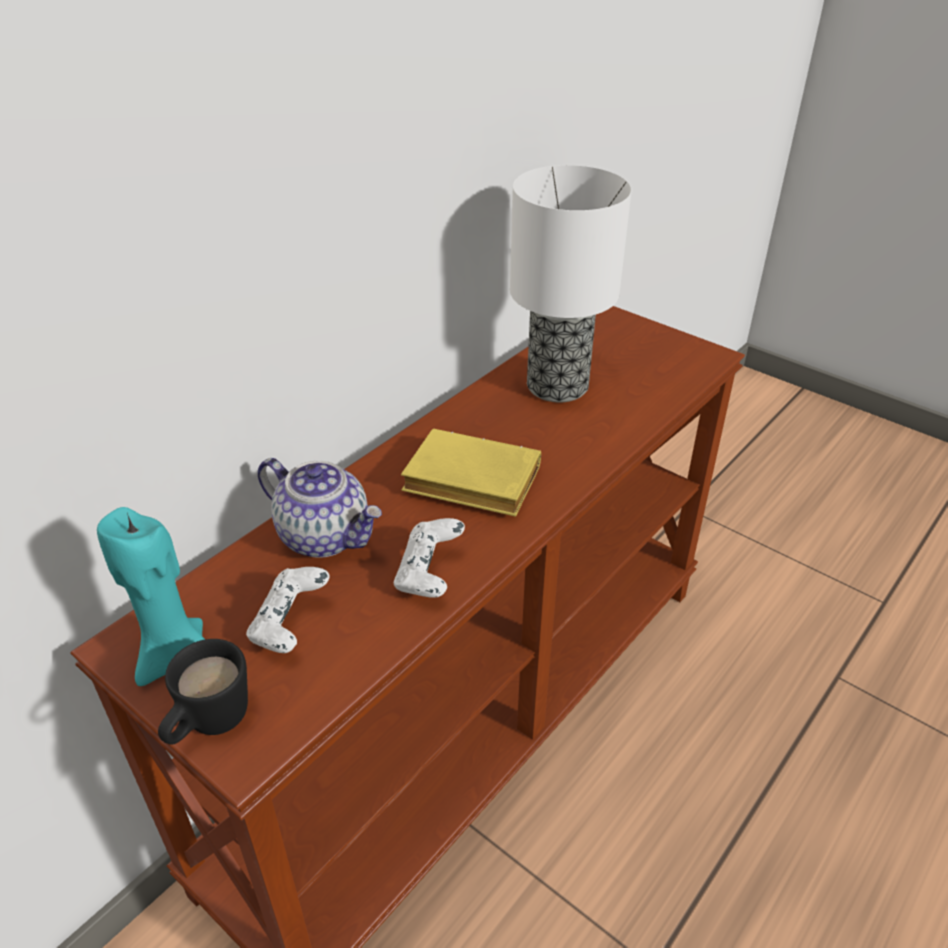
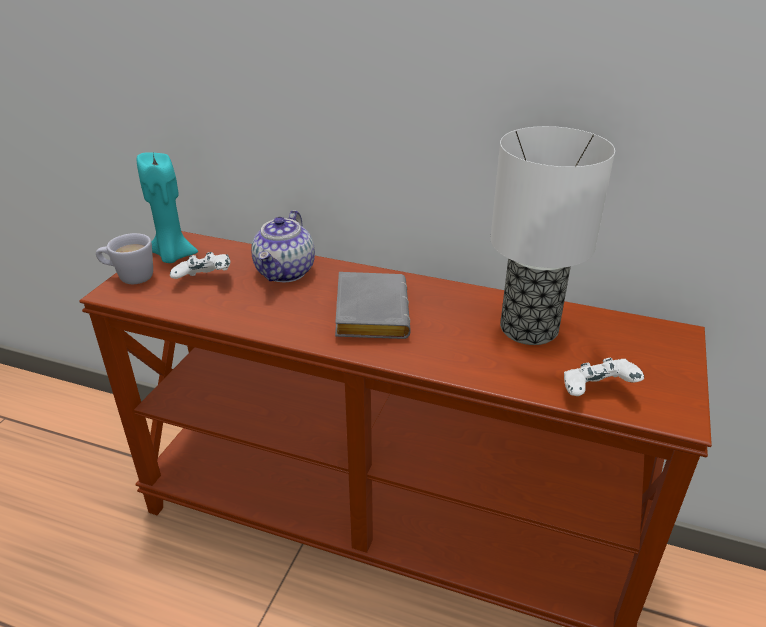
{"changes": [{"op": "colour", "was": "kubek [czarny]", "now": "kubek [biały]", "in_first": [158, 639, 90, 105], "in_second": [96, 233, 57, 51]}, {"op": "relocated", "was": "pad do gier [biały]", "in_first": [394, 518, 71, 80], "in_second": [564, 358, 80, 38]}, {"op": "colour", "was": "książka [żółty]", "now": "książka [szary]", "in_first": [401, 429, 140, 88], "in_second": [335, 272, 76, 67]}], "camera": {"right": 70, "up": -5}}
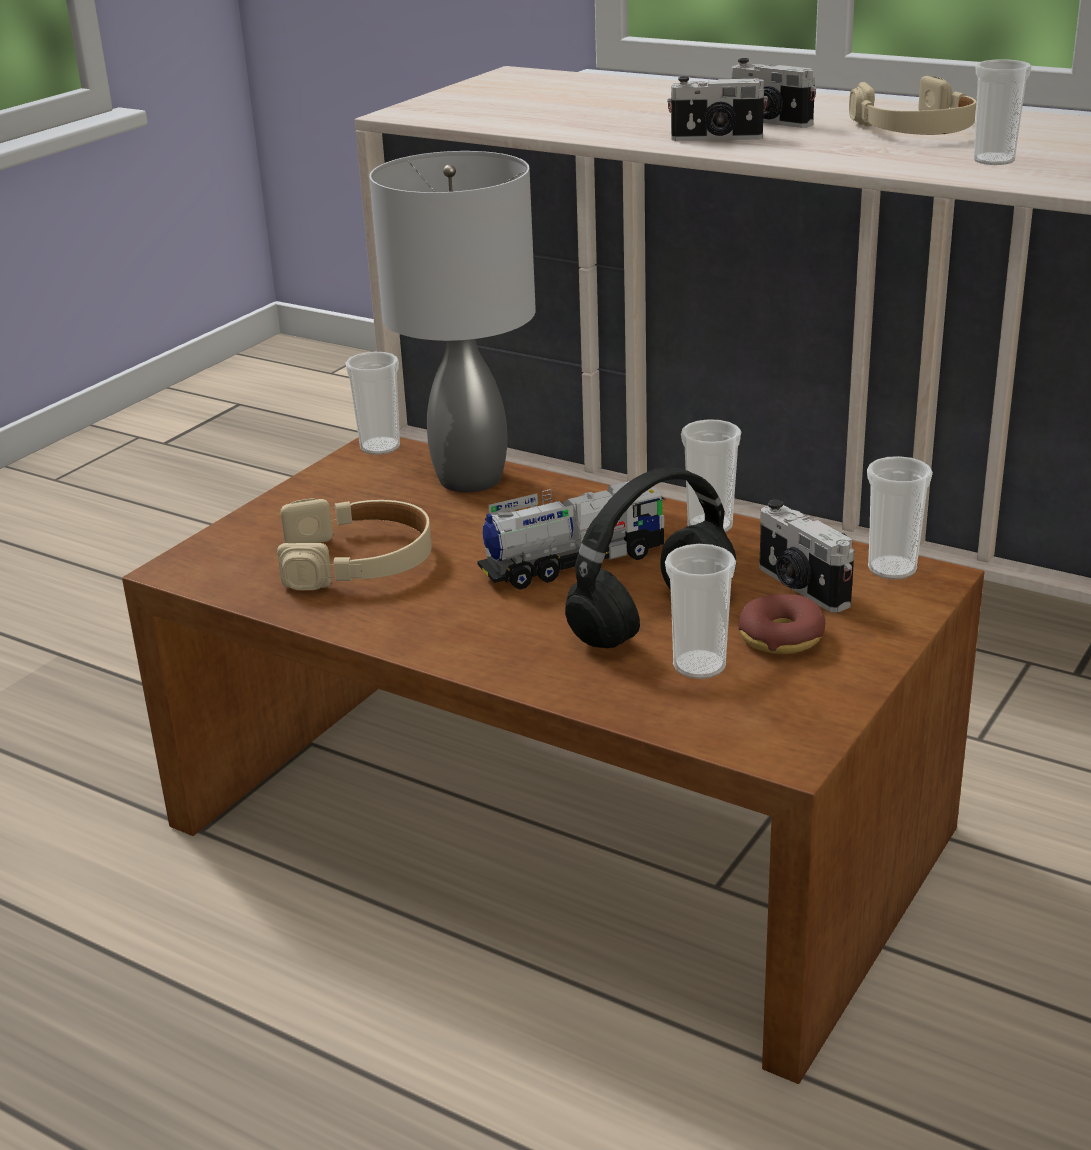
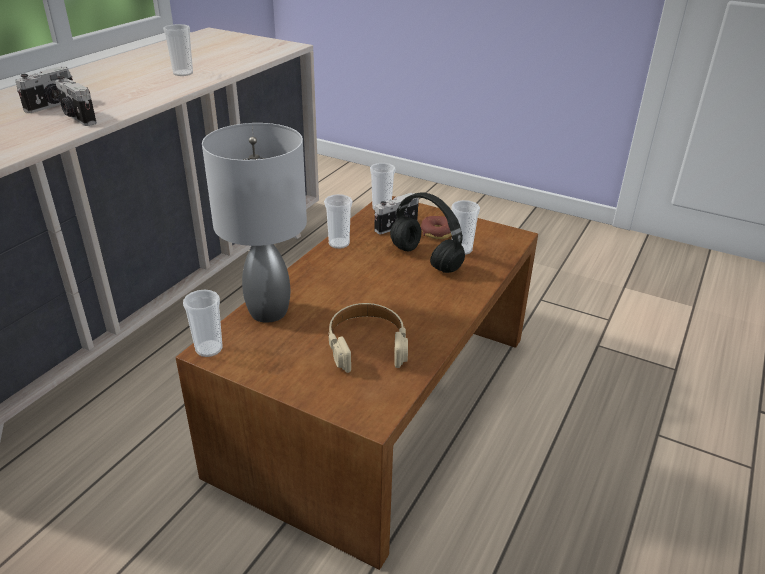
{"changes": [{"op": "missing", "was": "ciężarówka zabawkowa", "in_first": [477, 481, 188, 109]}, {"op": "spun", "was": "aparat fotograficzny", "in_first": [667, 76, 101, 65], "in_second": [55, 75, 42, 51], "clockwise": 135}, {"op": "missing", "was": "słuchawki [beżowy]", "in_first": [849, 76, 127, 59]}], "camera": {"right": -95, "up": 5}}
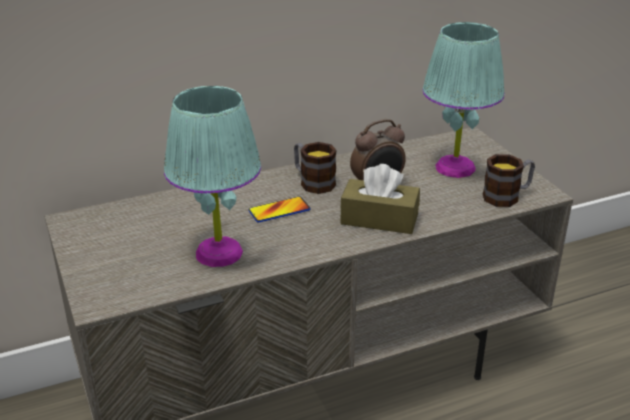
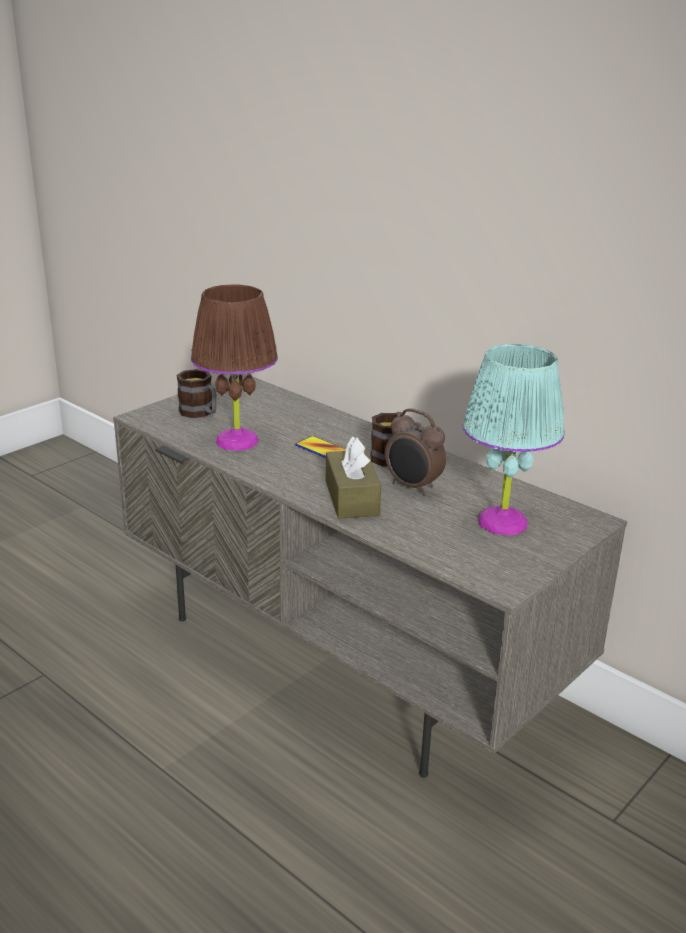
{"changes": [{"op": "colour", "was": "lampa stołowa [turkusowy]", "now": "lampa stołowa [brązowy]", "in_first": [164, 86, 97, 181], "in_second": [191, 285, 87, 166]}, {"op": "relocated", "was": "kubek", "in_first": [483, 154, 52, 53], "in_second": [177, 369, 40, 49]}], "camera": {"right": 65, "up": -5}}
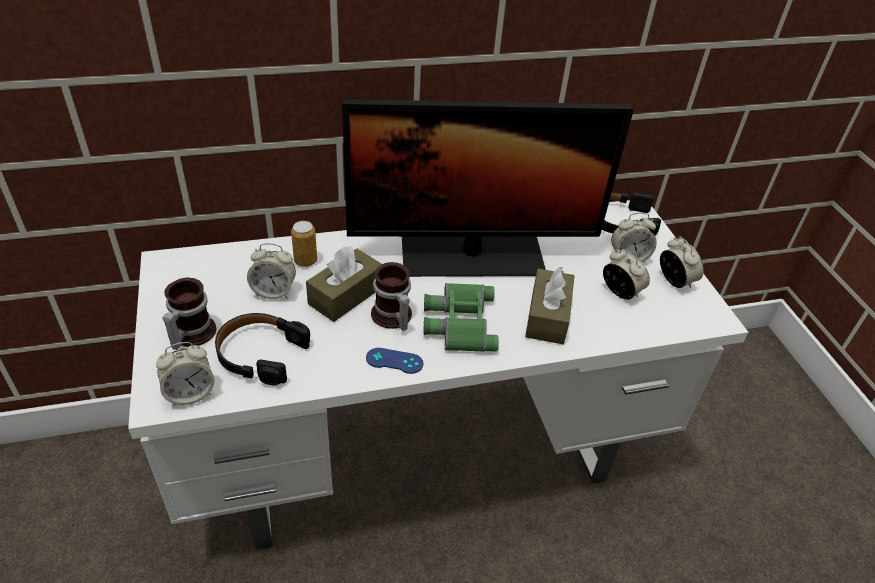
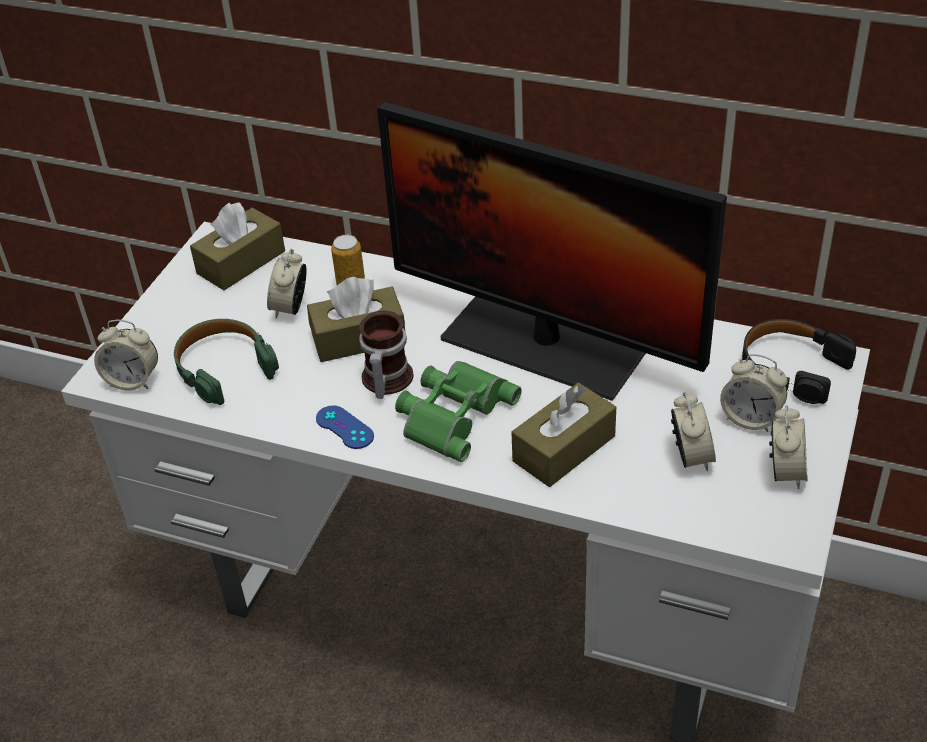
{"changes": [{"op": "missing", "was": "kubek", "in_first": [162, 278, 54, 72]}, {"op": "colour", "was": "słuchawki [czarny]", "now": "słuchawki [zielony]", "in_first": [215, 313, 95, 73], "in_second": [174, 319, 105, 86]}, {"op": "spun", "was": "budzik", "in_first": [247, 243, 49, 56], "in_second": [267, 249, 40, 70], "clockwise": 60}, {"op": "appeared", "now": "pudełko chusteczek [brązowy]", "in_second": [190, 202, 95, 89]}], "camera": {"right": 40, "up": 0}}
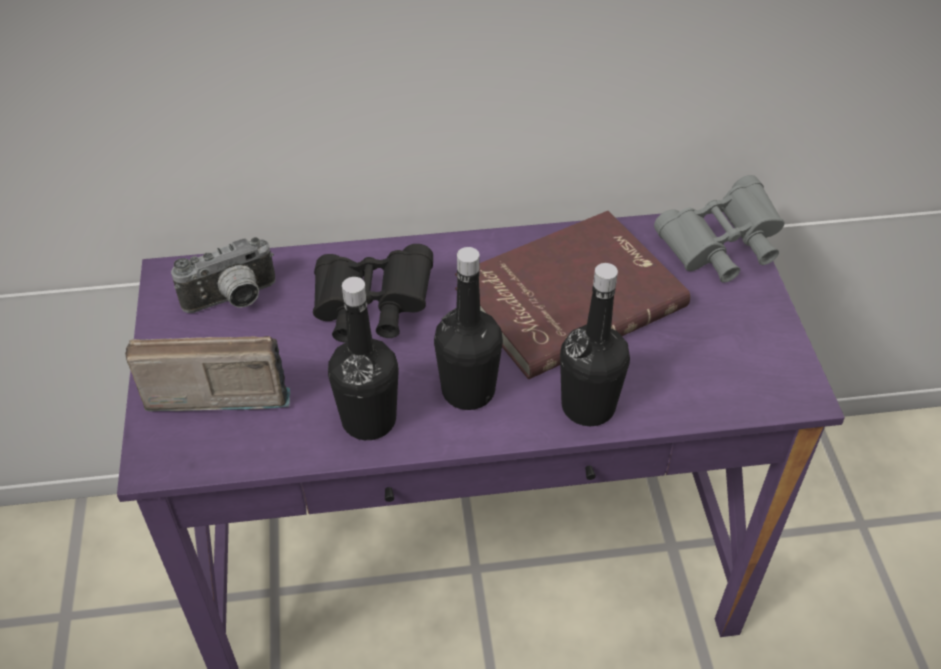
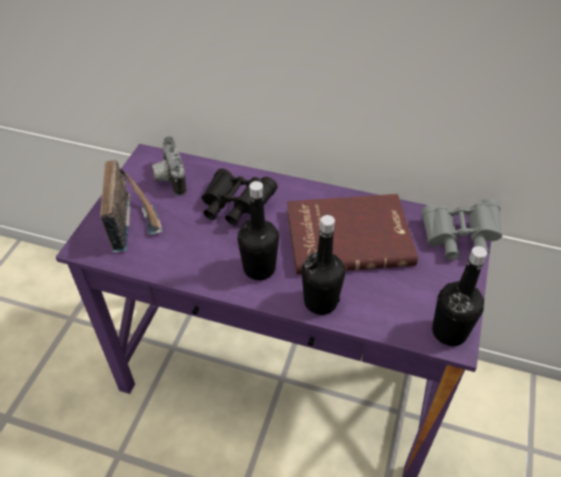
{"changes": [{"op": "spun", "was": "radio", "in_first": [125, 336, 166, 76], "in_second": [100, 159, 62, 93], "clockwise": 60}, {"op": "spun", "was": "aparat fotograficzny", "in_first": [171, 237, 104, 76], "in_second": [151, 137, 36, 59], "clockwise": 75}, {"op": "relocated", "was": "butelka [czarny]", "in_first": [328, 277, 71, 163], "in_second": [432, 246, 55, 100]}], "camera": {"right": 25, "up": 0}}
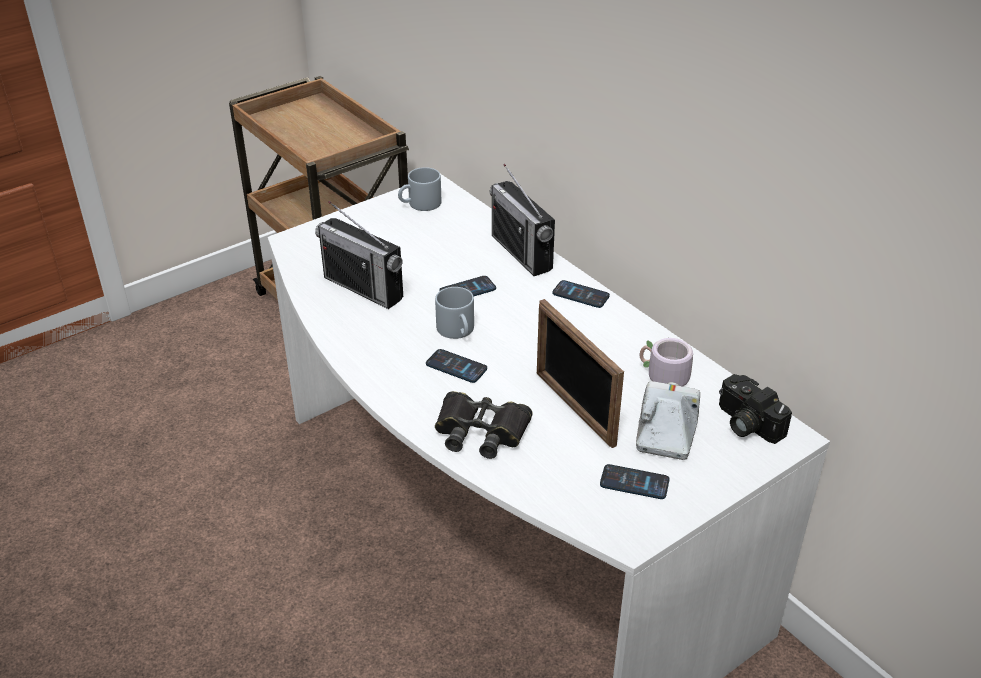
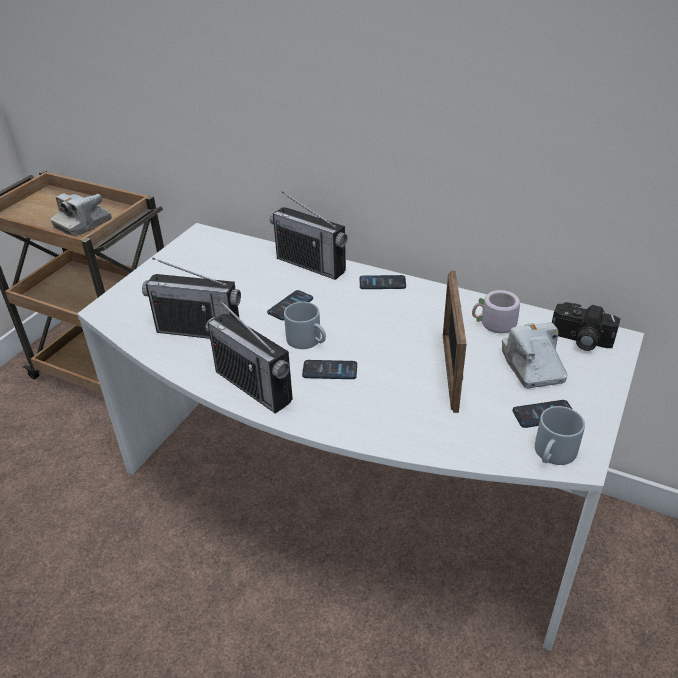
{"changes": [{"op": "relocated", "was": "kubek [szary]", "in_first": [398, 167, 43, 44], "in_second": [535, 406, 50, 59]}, {"op": "missing", "was": "lornetka [czarny]", "in_first": [435, 391, 98, 68]}, {"op": "spun", "was": "ramka na zdjęcie", "in_first": [537, 299, 87, 149], "in_second": [443, 271, 24, 142], "clockwise": 60}, {"op": "appeared", "now": "aparat fotograficzny", "in_second": [51, 193, 61, 44]}, {"op": "appeared", "now": "radio", "in_second": [206, 298, 87, 116]}], "camera": {"right": -25, "up": 0}}
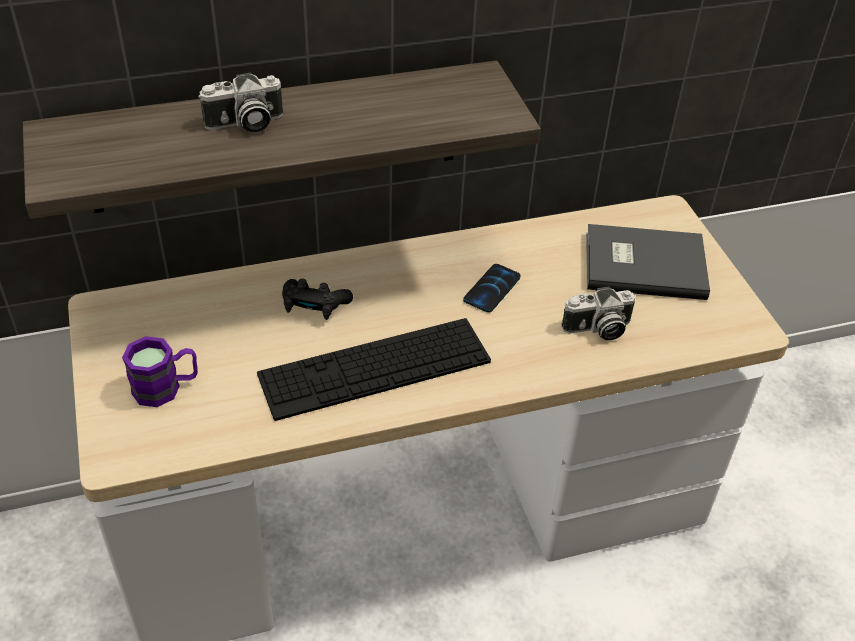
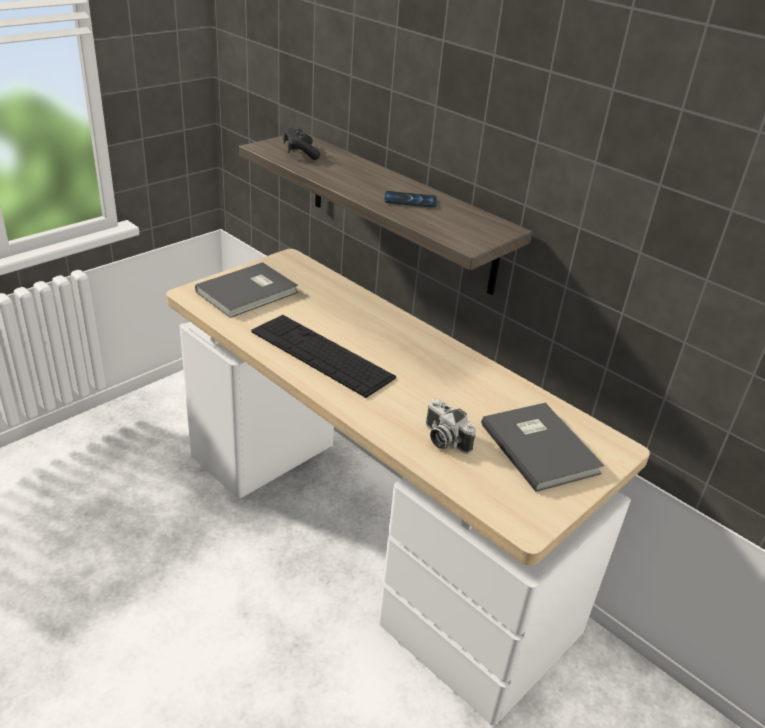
{"changes": [{"op": "exchanged", "was": "kubek [fioletowy]", "now": "książka [szary]", "in_first": [122, 336, 76, 71], "in_second": [195, 262, 103, 56]}, {"op": "missing", "was": "aparat fotograficzny", "in_first": [198, 72, 85, 60]}, {"op": "relocated", "was": "pad do gier [czarny]", "in_first": [282, 279, 71, 41], "in_second": [283, 127, 37, 33]}, {"op": "relocated", "was": "telefon", "in_first": [463, 264, 58, 49], "in_second": [384, 191, 53, 17]}], "camera": {"right": 60, "up": -10}}
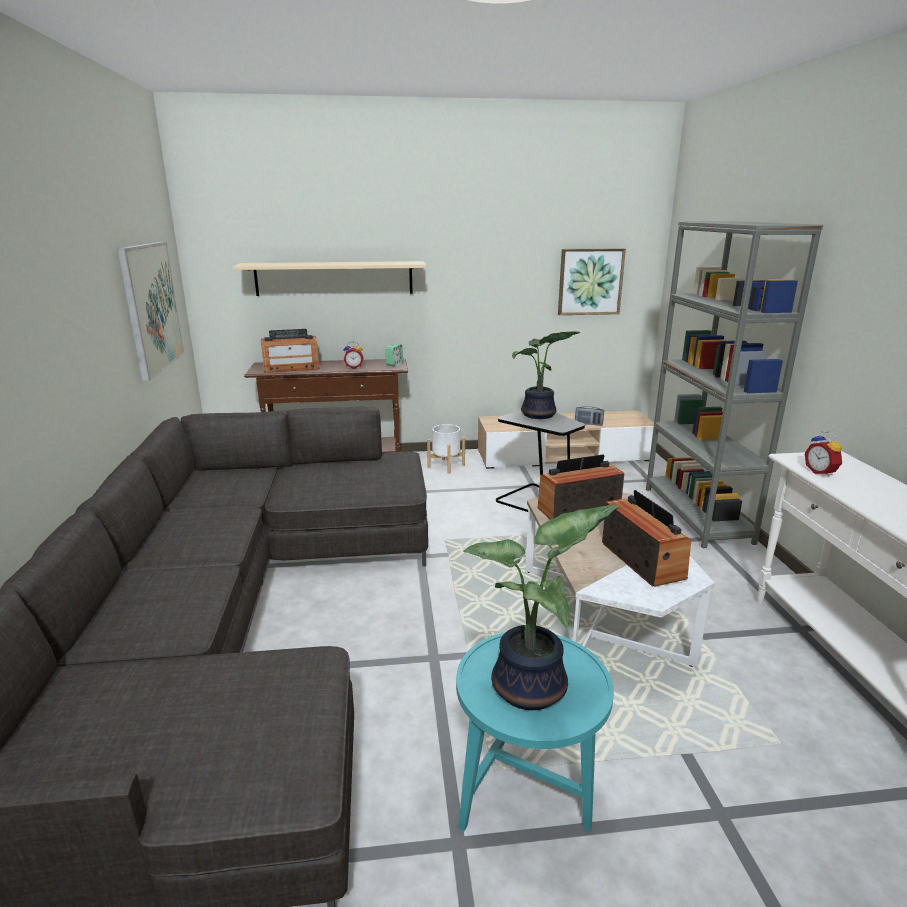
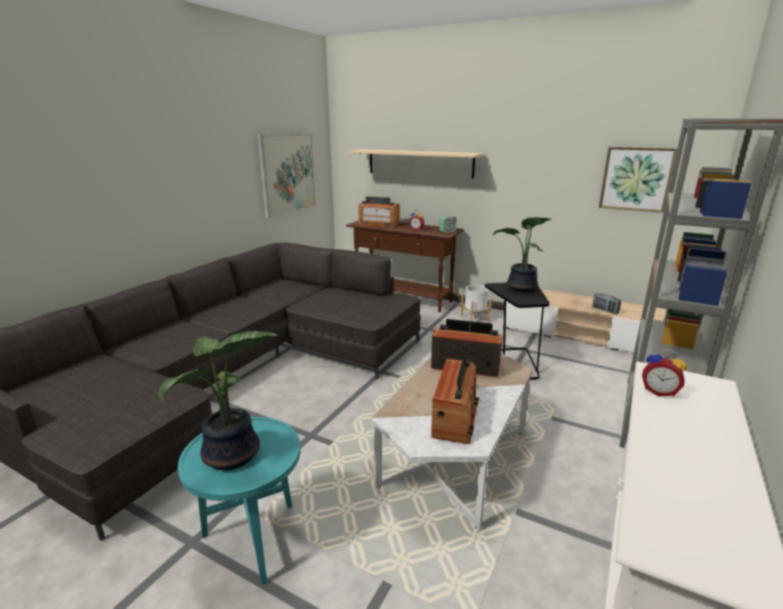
{"changes": [{"op": "spun", "was": "budzik", "in_first": [805, 431, 37, 46], "in_second": [642, 349, 45, 48], "clockwise": -75}], "camera": {"right": 35, "up": 0}}
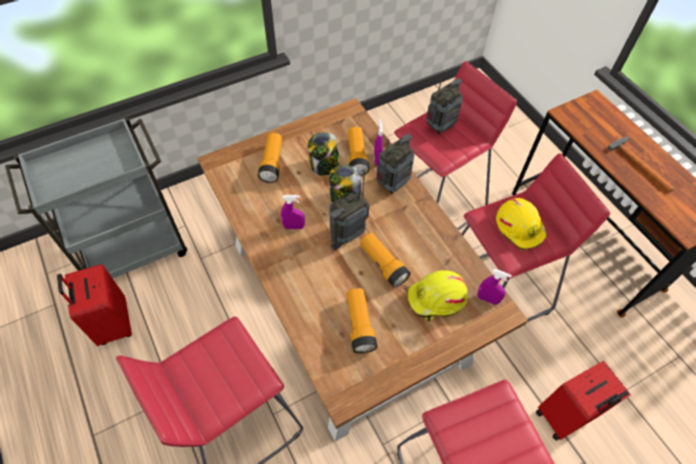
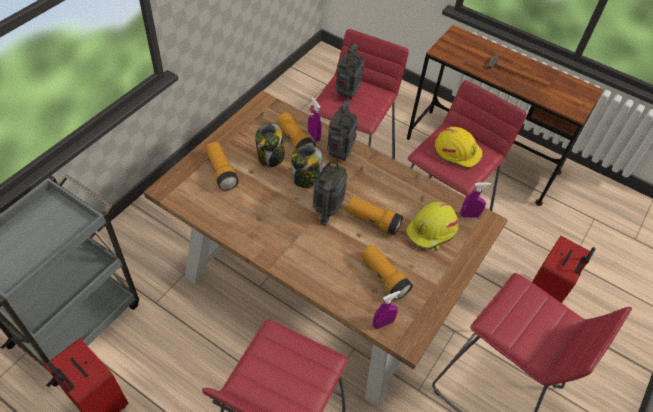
{"changes": [{"op": "relocated", "was": "spryskiwacz [fioletowy]", "in_first": [281, 195, 24, 34], "in_second": [373, 291, 28, 38]}], "camera": {"right": -30, "up": -5}}
